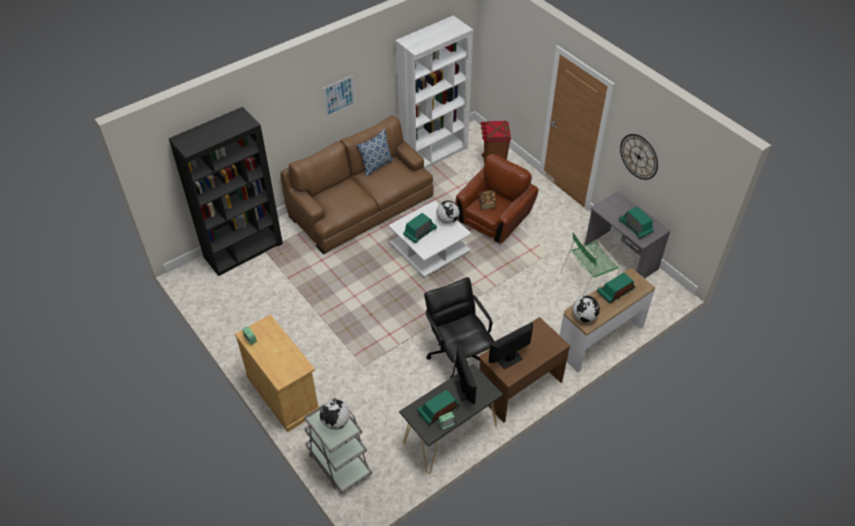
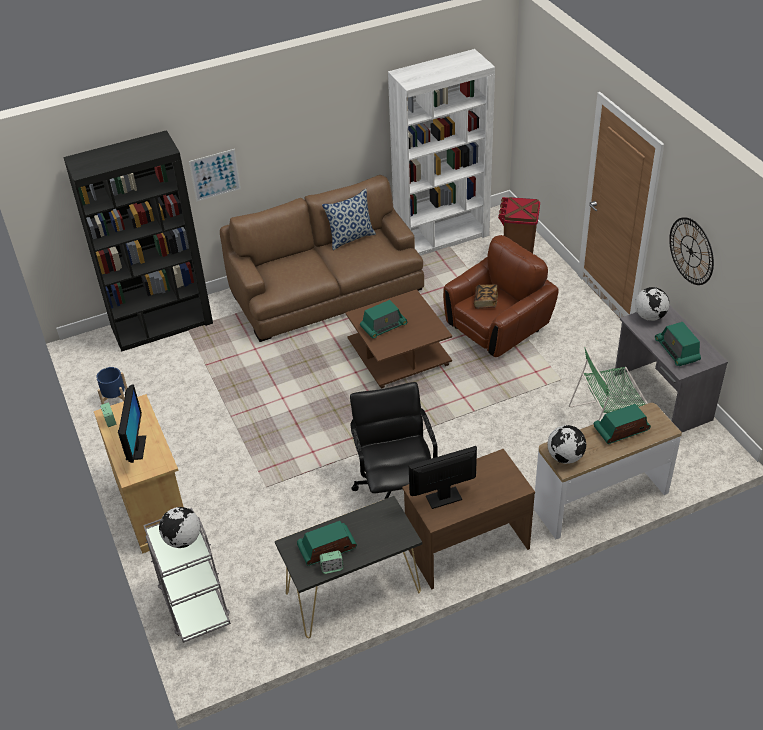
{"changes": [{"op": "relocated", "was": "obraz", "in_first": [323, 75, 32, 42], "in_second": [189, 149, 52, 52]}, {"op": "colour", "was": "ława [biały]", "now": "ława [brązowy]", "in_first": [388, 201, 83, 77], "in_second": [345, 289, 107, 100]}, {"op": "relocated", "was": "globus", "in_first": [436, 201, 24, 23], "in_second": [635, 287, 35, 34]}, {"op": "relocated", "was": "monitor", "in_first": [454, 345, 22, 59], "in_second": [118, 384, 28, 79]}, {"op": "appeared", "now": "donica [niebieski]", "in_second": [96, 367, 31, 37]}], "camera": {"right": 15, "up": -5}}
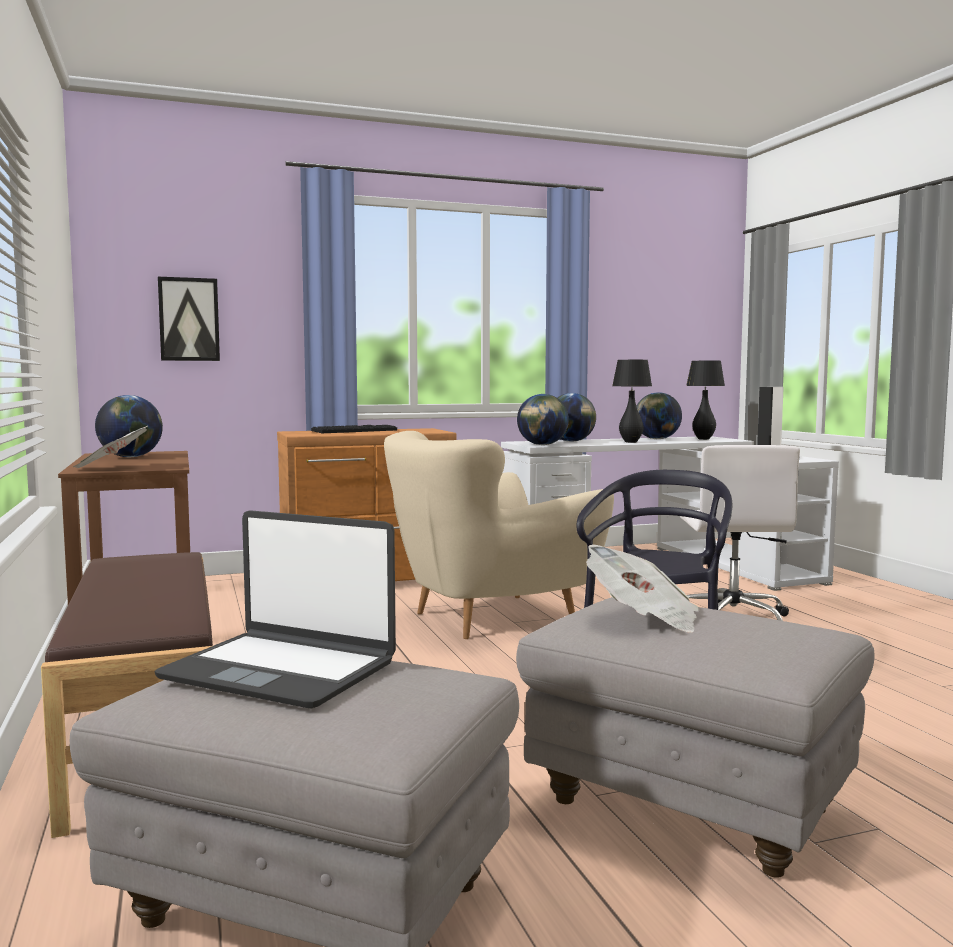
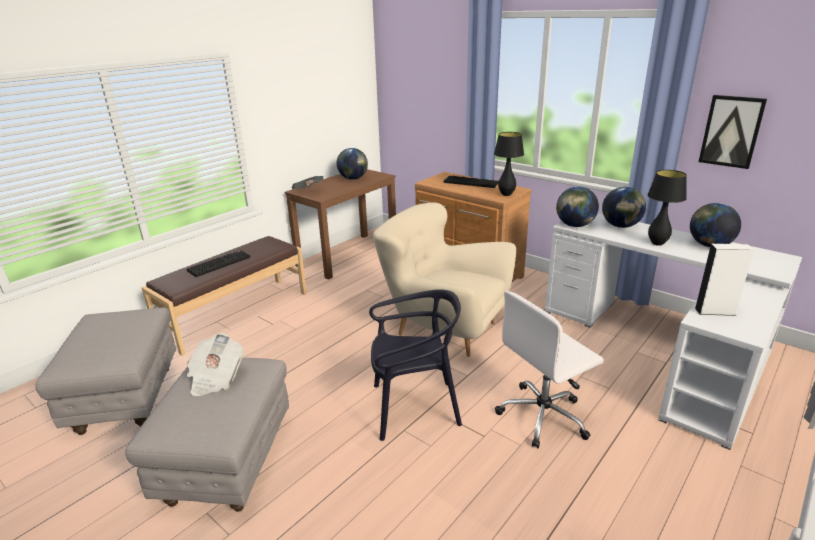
{"changes": [{"op": "missing", "was": "laptop", "in_first": [154, 510, 242, 198]}, {"op": "relocated", "was": "obraz", "in_first": [158, 277, 62, 84], "in_second": [699, 95, 68, 74]}, {"op": "relocated", "was": "lampa stołowa [czarny]", "in_first": [686, 361, 39, 79], "in_second": [494, 132, 30, 64]}, {"op": "appeared", "now": "klawiatura", "in_second": [187, 250, 63, 27]}], "camera": {"right": 60, "up": 20}}
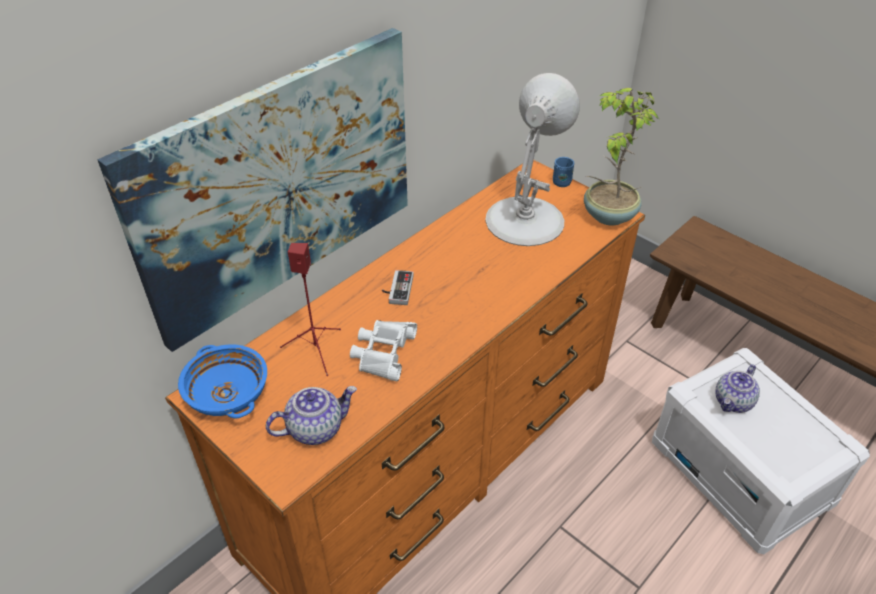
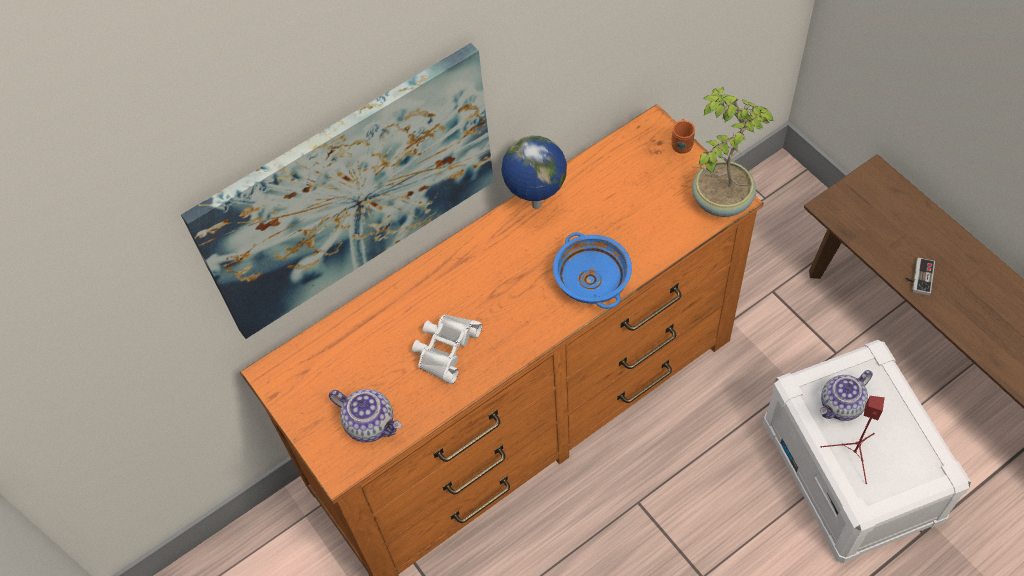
{"changes": [{"op": "relocated", "was": "miska [niebieski]", "in_first": [178, 344, 89, 74], "in_second": [553, 232, 79, 77]}, {"op": "spun", "was": "imbryk", "in_first": [266, 386, 91, 59], "in_second": [329, 389, 73, 53], "clockwise": 45}, {"op": "relocated", "was": "głośnik [czerwony]", "in_first": [280, 243, 61, 133], "in_second": [821, 396, 64, 88]}, {"op": "relocated", "was": "pad do gier", "in_first": [382, 270, 32, 35], "in_second": [905, 257, 30, 39]}, {"op": "missing", "was": "lampa stołowa [biały]", "in_first": [485, 73, 95, 173]}, {"op": "colour", "was": "kubek [niebieski]", "now": "kubek [pomarańczowy]", "in_first": [553, 157, 22, 30], "in_second": [671, 119, 24, 35]}, {"op": "appeared", "now": "globus", "in_second": [502, 136, 65, 73]}], "camera": {"right": 15, "up": 15}}
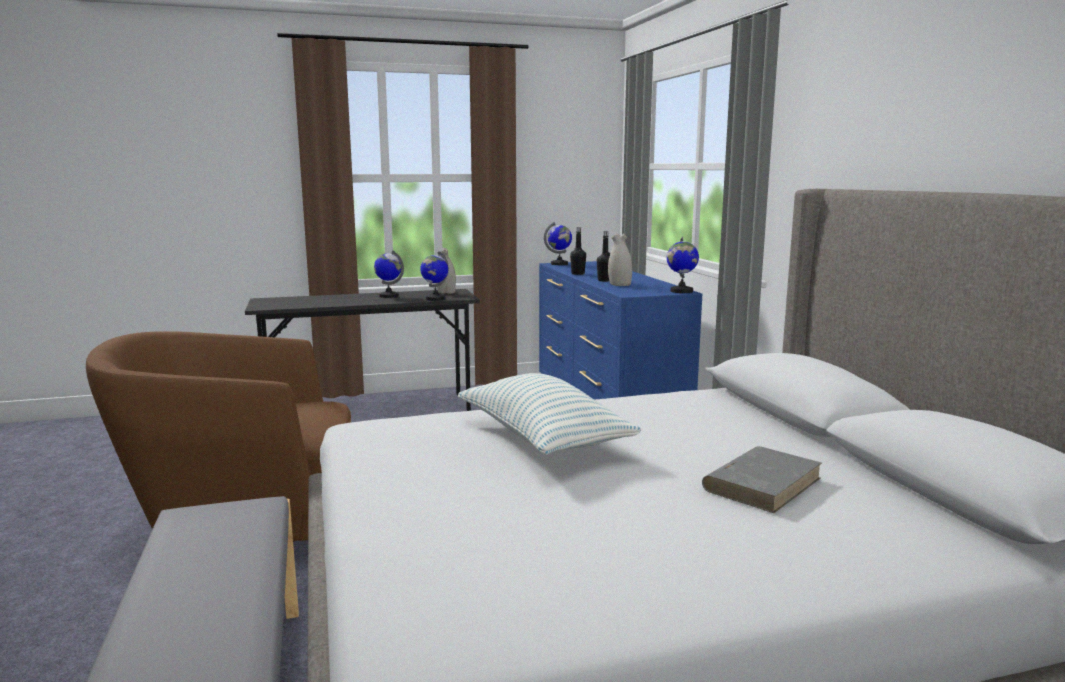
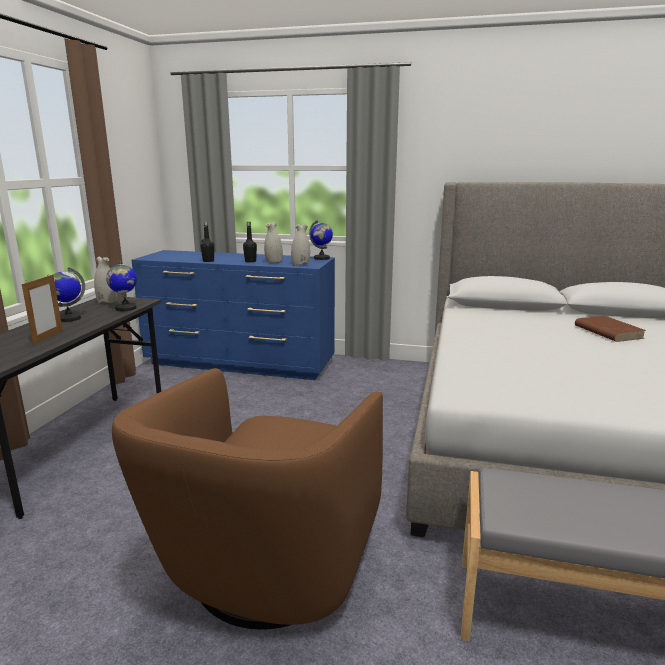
{"changes": [{"op": "missing", "was": "poduszka", "in_first": [458, 373, 183, 82]}, {"op": "missing", "was": "globus", "in_first": [544, 222, 28, 43]}, {"op": "colour", "was": "książka [szary]", "now": "książka [brązowy]", "in_first": [702, 446, 120, 67], "in_second": [575, 316, 71, 26]}, {"op": "appeared", "now": "ramka na zdjęcie", "in_second": [22, 274, 41, 71]}, {"op": "appeared", "now": "wazon [biały]", "in_second": [291, 224, 19, 42]}], "camera": {"right": -60, "up": 5}}
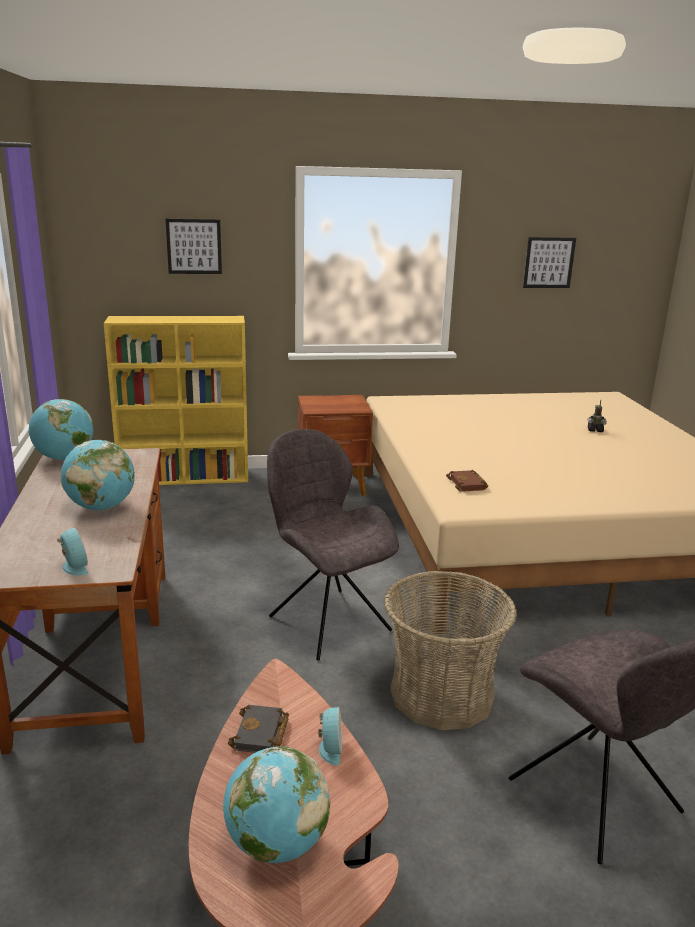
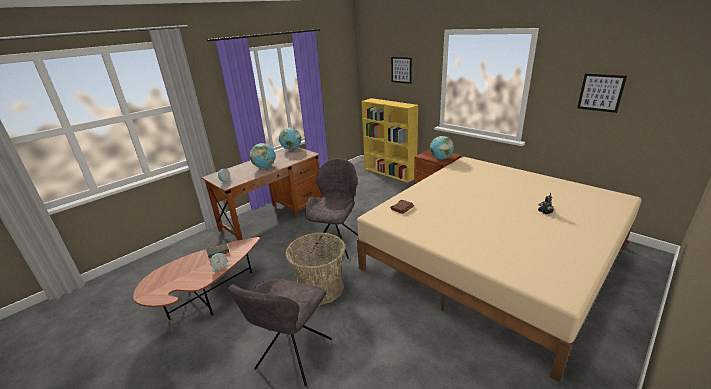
{"changes": [{"op": "relocated", "was": "globus", "in_first": [223, 746, 107, 117], "in_second": [430, 136, 24, 24]}], "camera": {"right": 55, "up": 5}}
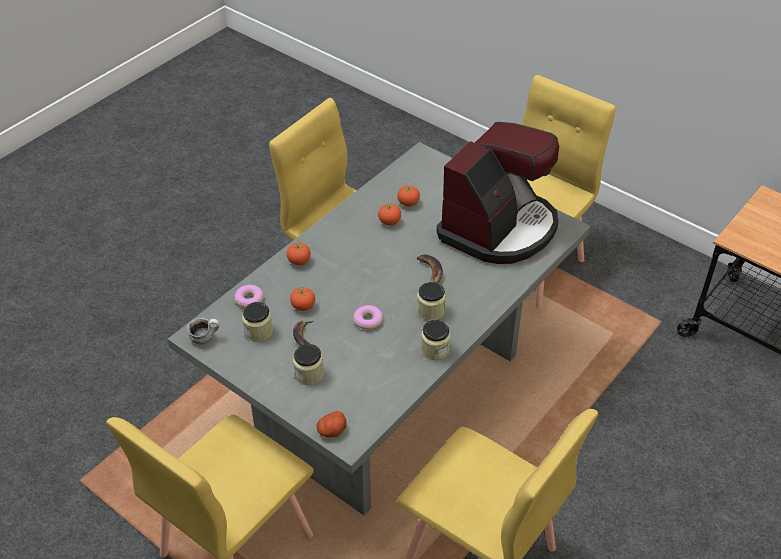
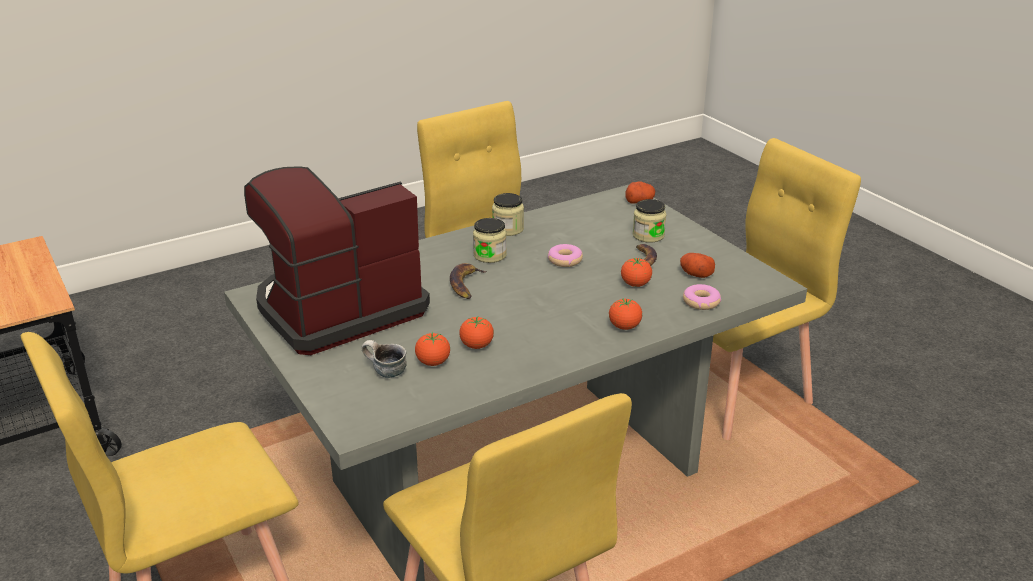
{"changes": [{"op": "relocated", "was": "kubek", "in_first": [187, 318, 33, 27], "in_second": [362, 340, 45, 38]}, {"op": "exchanged", "was": "słoik", "now": "ziemniak", "in_first": [242, 302, 31, 40], "in_second": [680, 253, 35, 25]}], "camera": {"right": -160, "up": -15}}
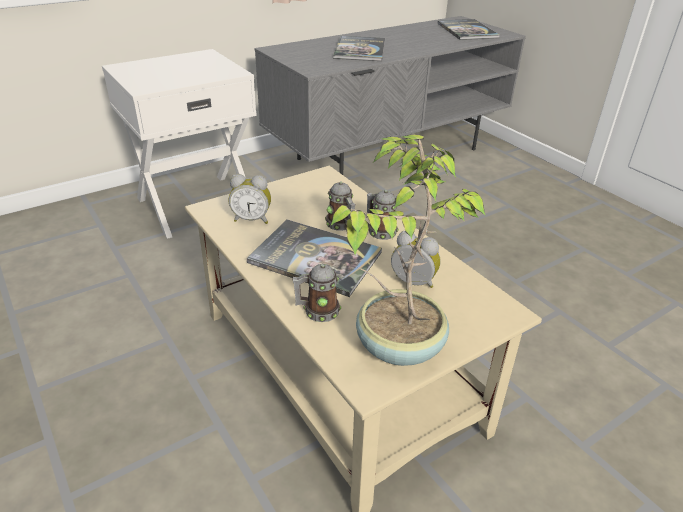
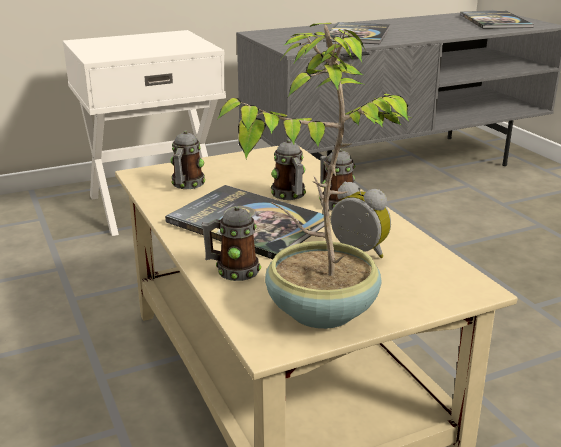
{"changes": [{"op": "exchanged", "was": "budzik", "now": "kubek", "in_first": [229, 174, 42, 50], "in_second": [170, 131, 35, 58]}], "camera": {"right": 10, "up": -10}}
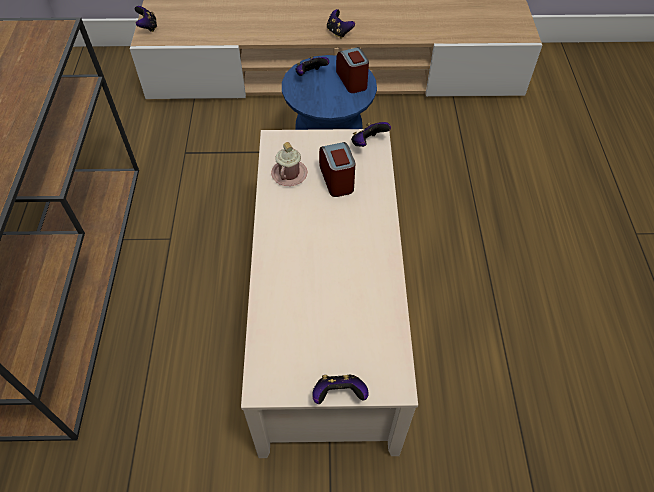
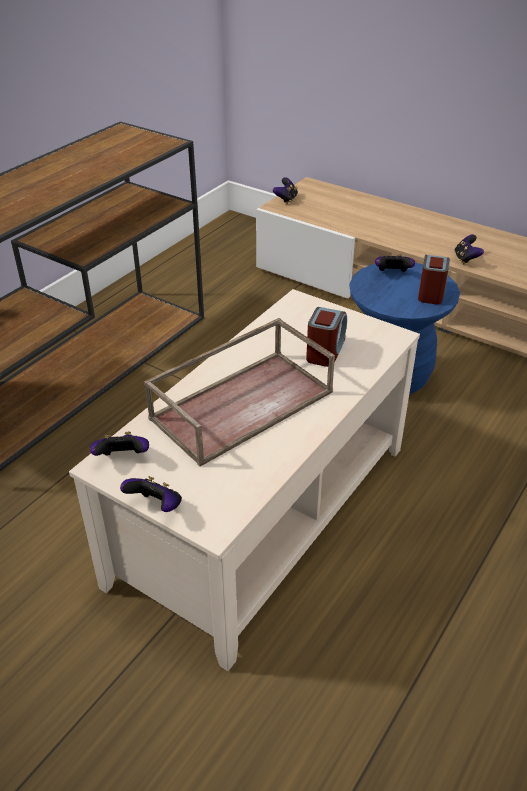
{"changes": [{"op": "missing", "was": "kubek [różowy]", "in_first": [271, 142, 37, 44]}, {"op": "relocated", "was": "pad do gier", "in_first": [351, 122, 40, 25], "in_second": [90, 432, 59, 24]}, {"op": "appeared", "now": "taca [brązowy]", "in_second": [144, 318, 191, 148]}], "camera": {"right": 35, "up": -15}}
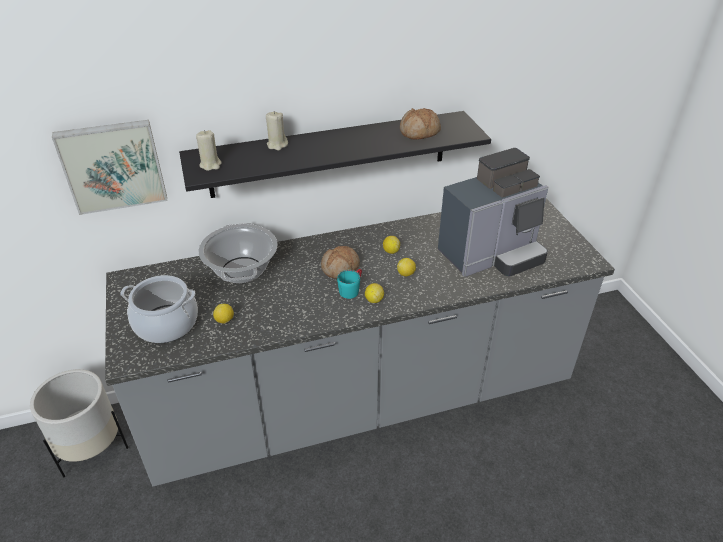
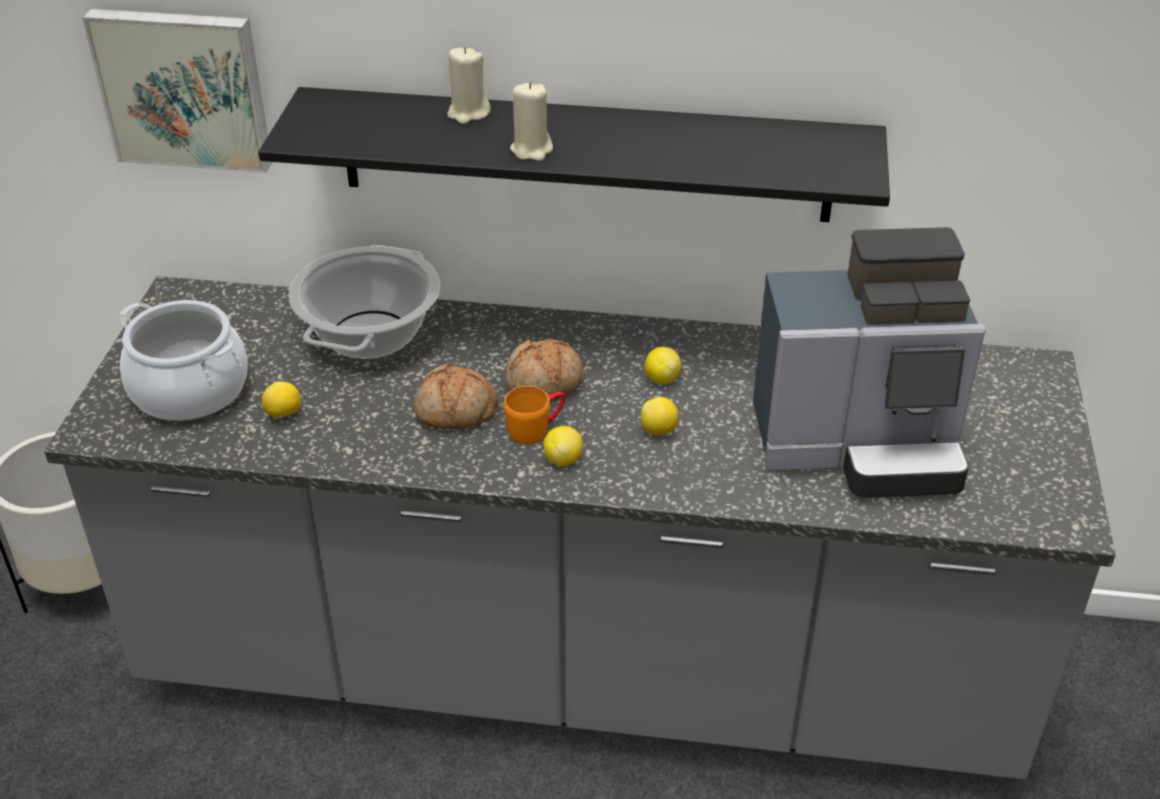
{"changes": [{"op": "relocated", "was": "świeca [beżowy]", "in_first": [196, 130, 26, 41], "in_second": [510, 82, 43, 79]}, {"op": "colour", "was": "kubek [turkusowy]", "now": "kubek [pomarańczowy]", "in_first": [337, 269, 25, 30], "in_second": [504, 386, 61, 58]}, {"op": "relocated", "was": "chleb", "in_first": [400, 108, 41, 32], "in_second": [414, 363, 84, 66]}], "camera": {"right": 25, "up": 0}}
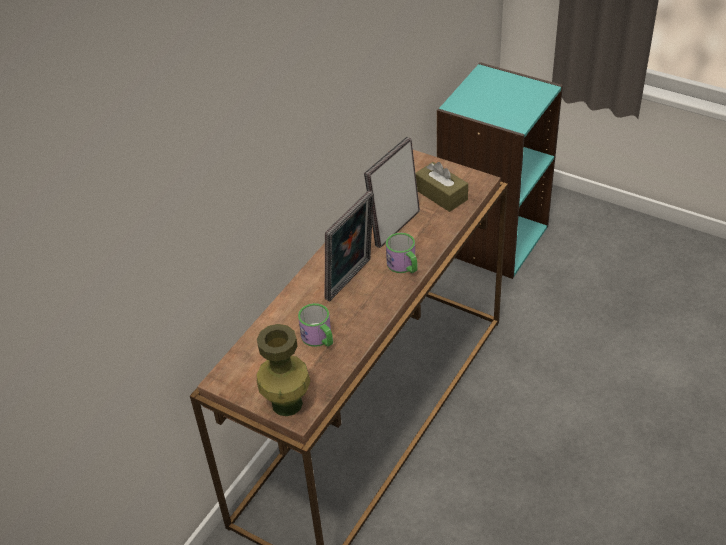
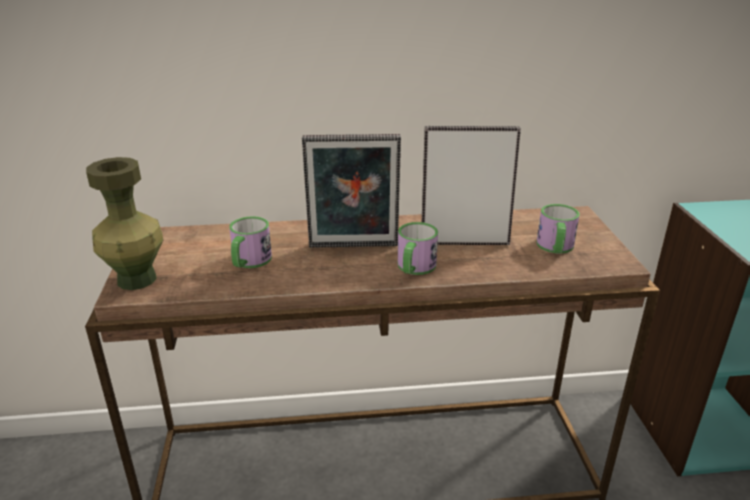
{"changes": [{"op": "exchanged", "was": "pudełko chusteczek [brązowy]", "now": "kubek", "in_first": [416, 162, 52, 50], "in_second": [536, 204, 44, 49]}], "camera": {"right": 50, "up": -15}}
